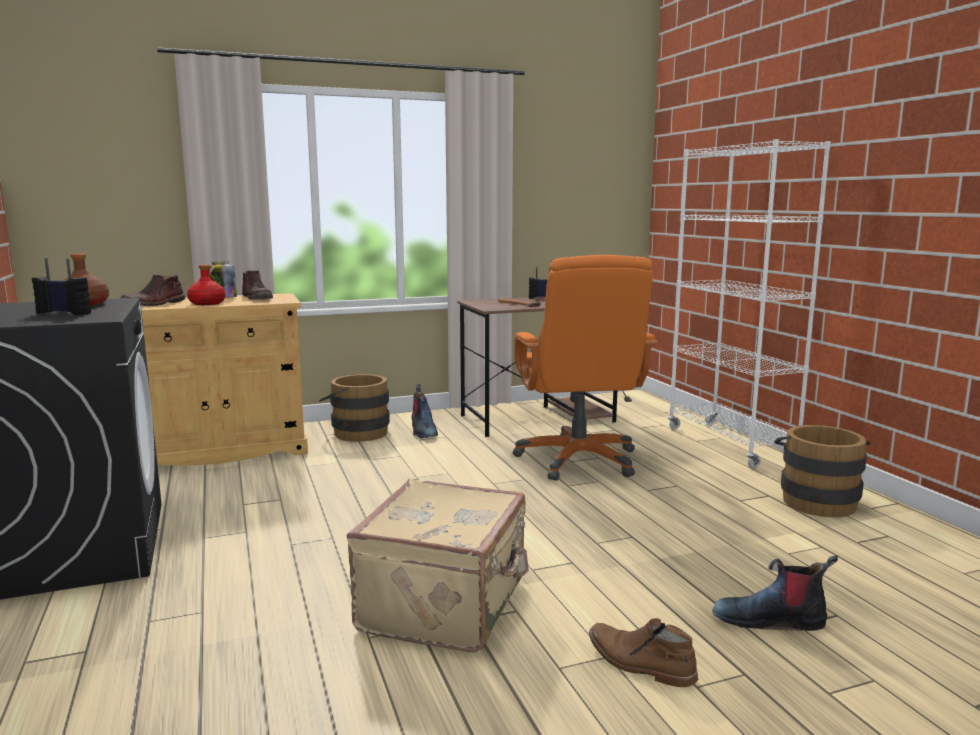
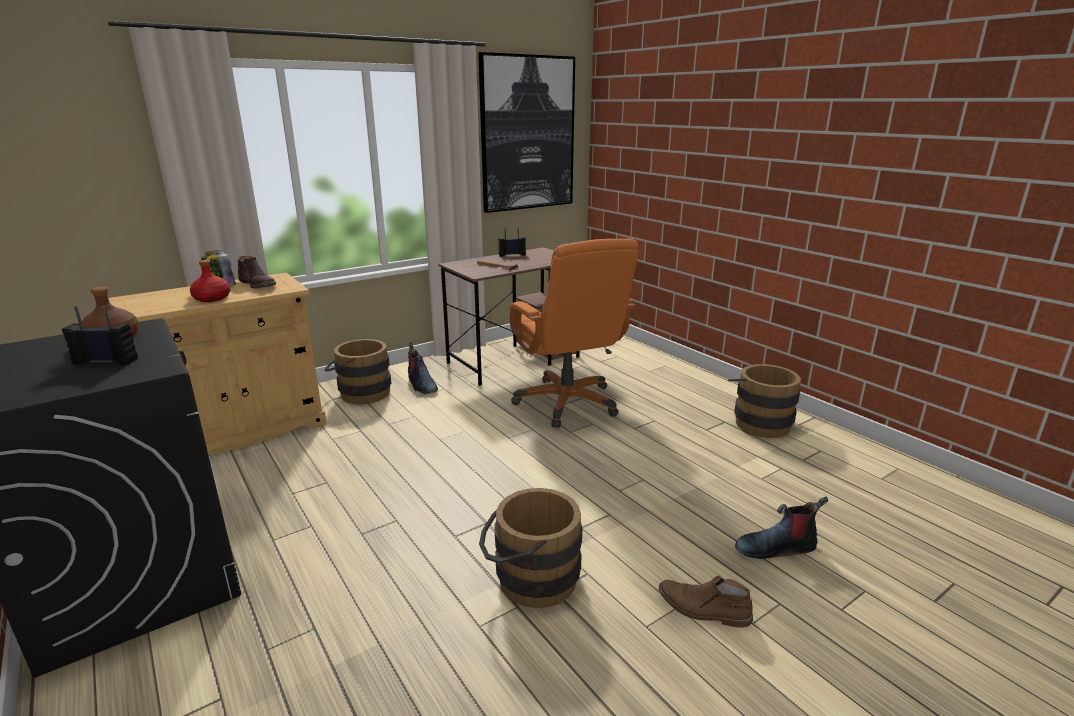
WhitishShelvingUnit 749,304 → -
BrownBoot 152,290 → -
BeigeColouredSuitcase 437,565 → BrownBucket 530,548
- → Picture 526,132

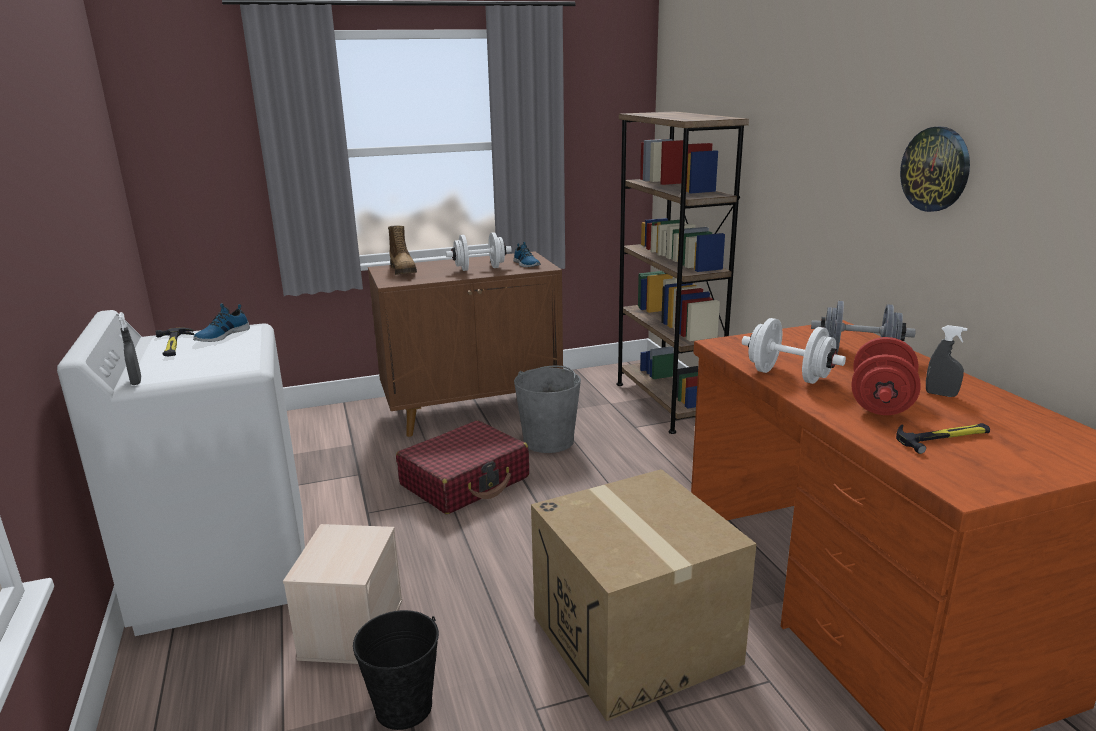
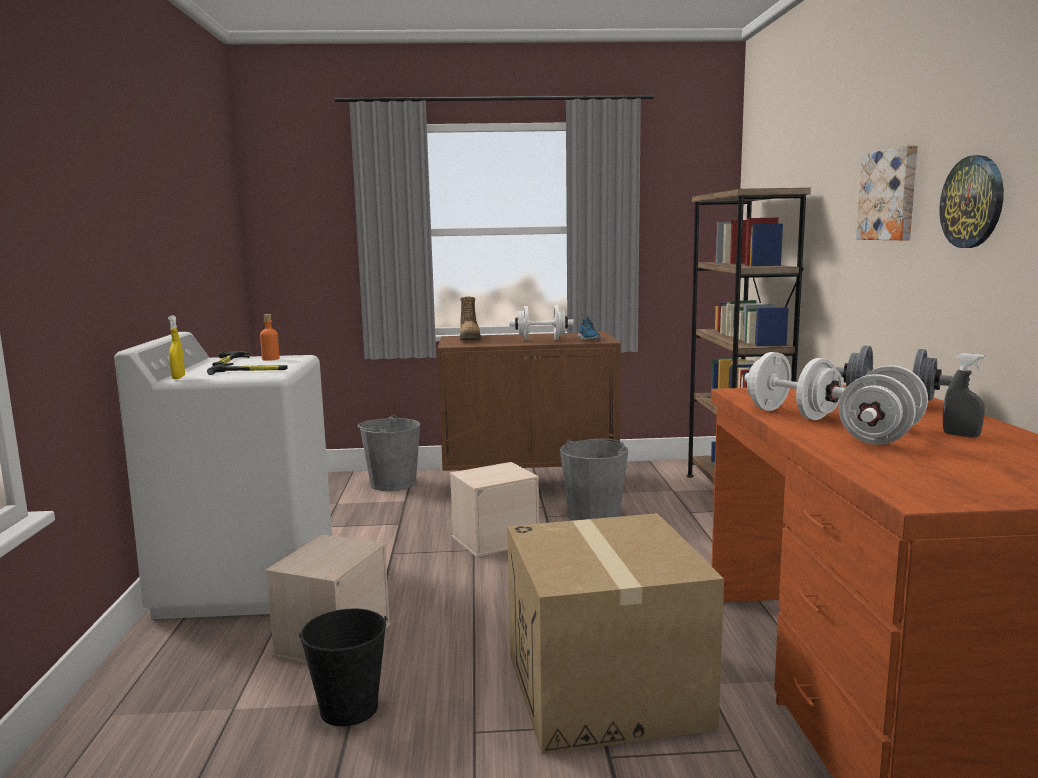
LowShoe 221,323 → OrangeyDrinkBottle 270,337
GreyHandSprayer 129,348 → YellowHandSprayer 176,347
ReddishDumbbell 886,376 → WhitishDumbbell 883,405
ReddishSuitcase 462,467 → BeigeColouredStorageContainer 494,509
HandHammer 943,438 → HandHammer 247,369, relocated
- → Picture 887,192
- → GreyBucket 389,453

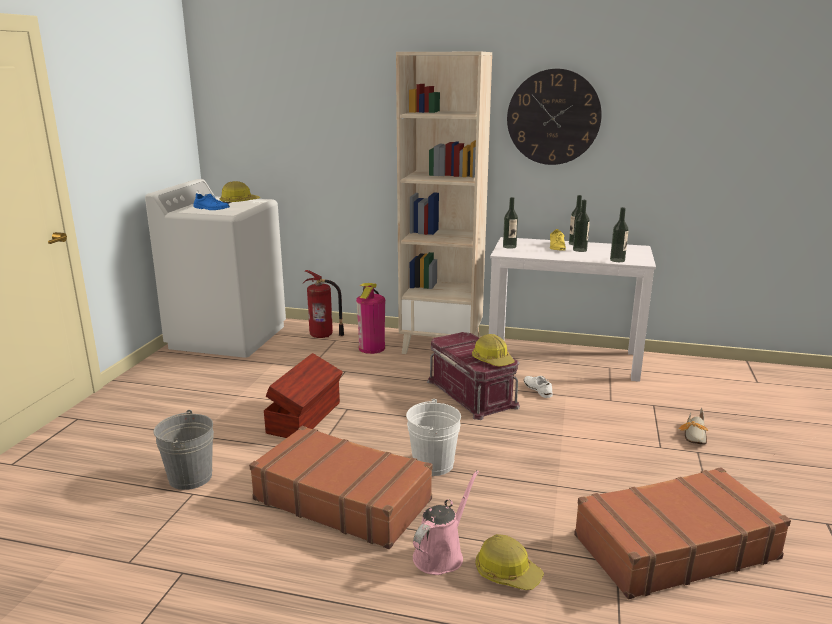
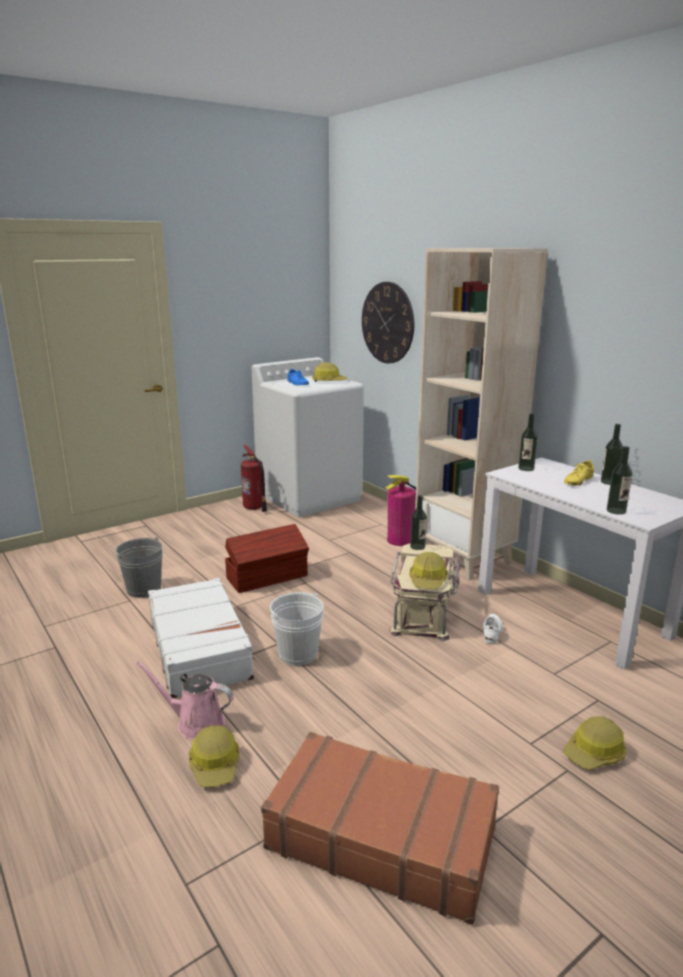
WallClock 554,117 → WallClock 388,323, relocated
DrinkBottle 581,226 → DrinkBottle 418,522, relocated
FireExtinguisher 323,304 → FireExtinguisher 254,478, relocated
ReddishStorageContainer 473,376 → BeigeColouredStorageContainer 424,592
LowShoe 693,426 → HardHat 594,743
BrownSuitcase 341,487 → WhitishSuitcase 202,638
PinkishWateringPot 446,522 → PinkishWateringPot 185,701, 150 degrees counterclockwise

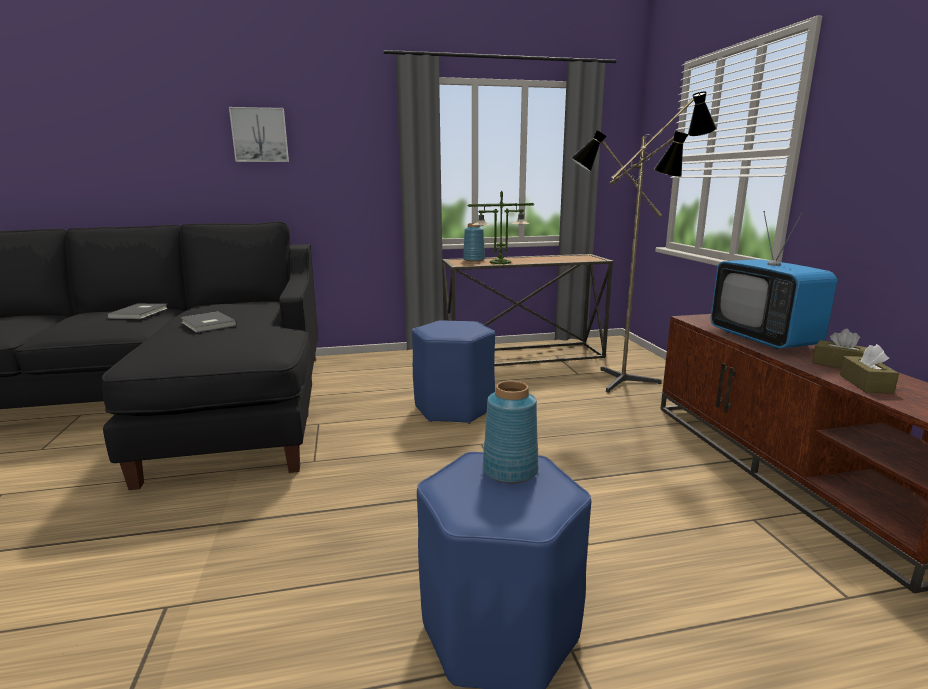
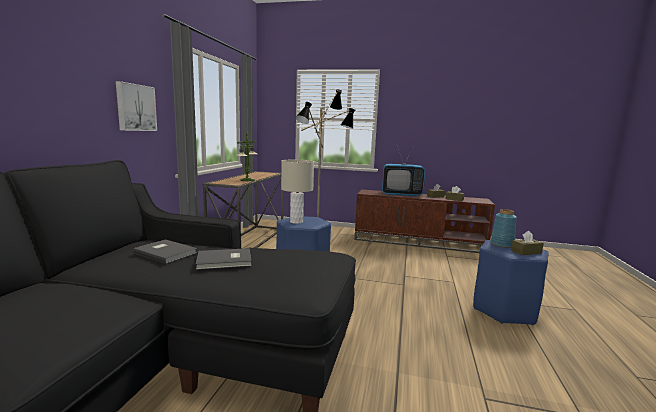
Picture 259,134 → Picture 136,106, relocated
BlueColouredVase 474,242 → -
GreyVolume 137,311 → GreyVolume 165,252, relocated
- → BeigeColouredTabletopLamp 297,192
- → BrownTissueHolder 527,243

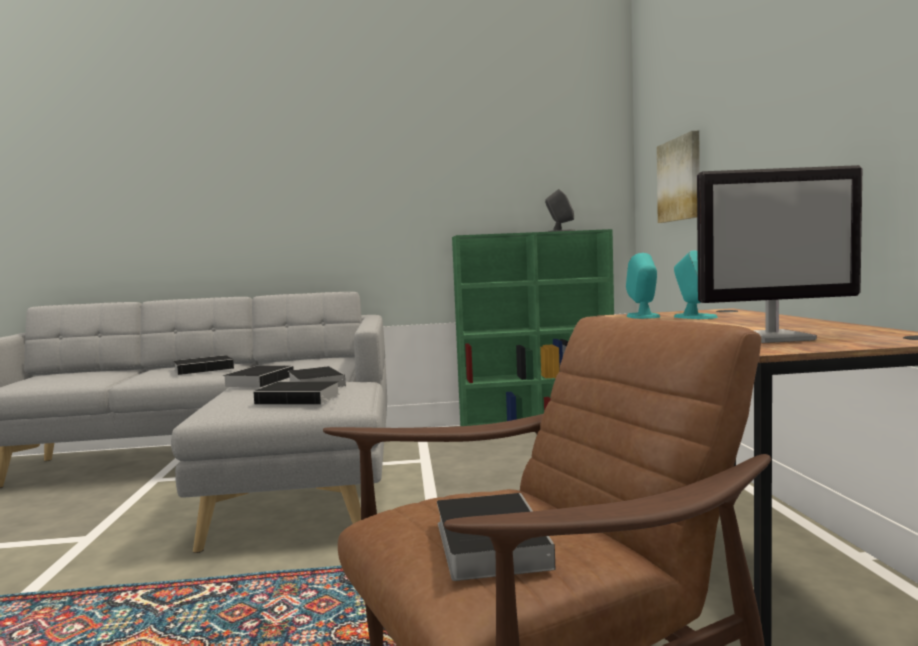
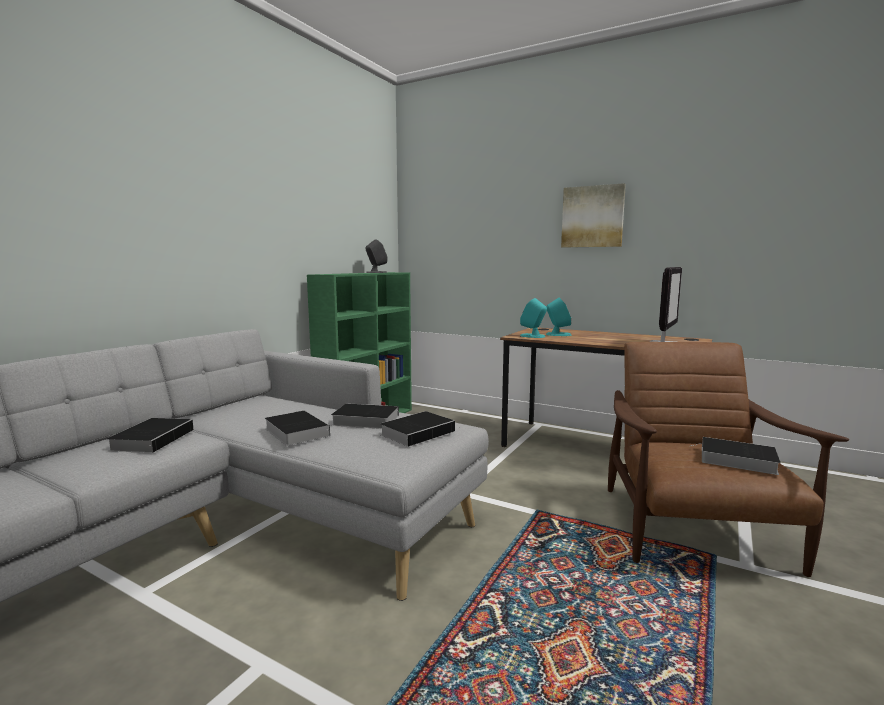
Picture 678,177 → Picture 593,215, relocated

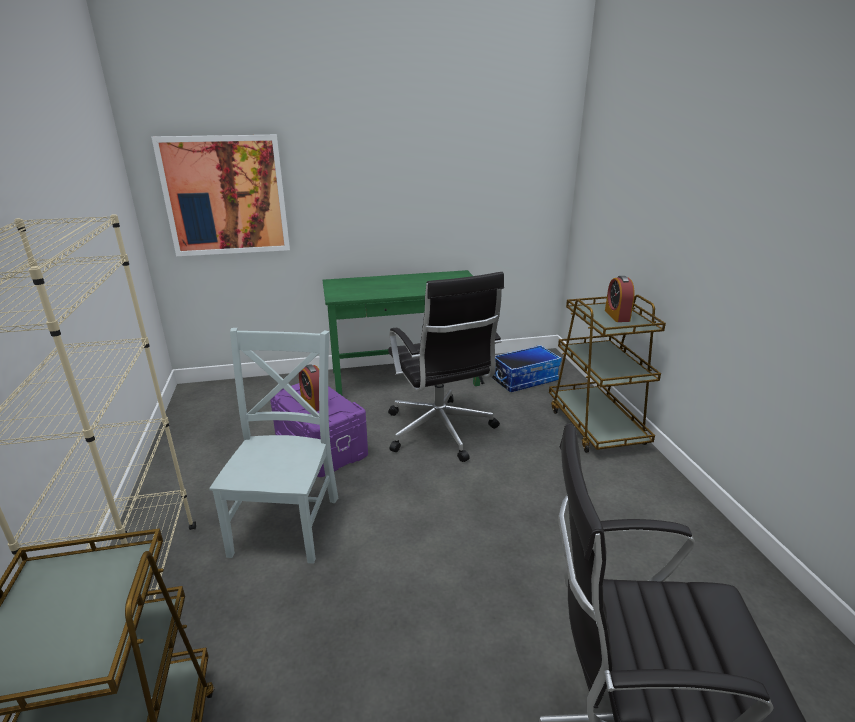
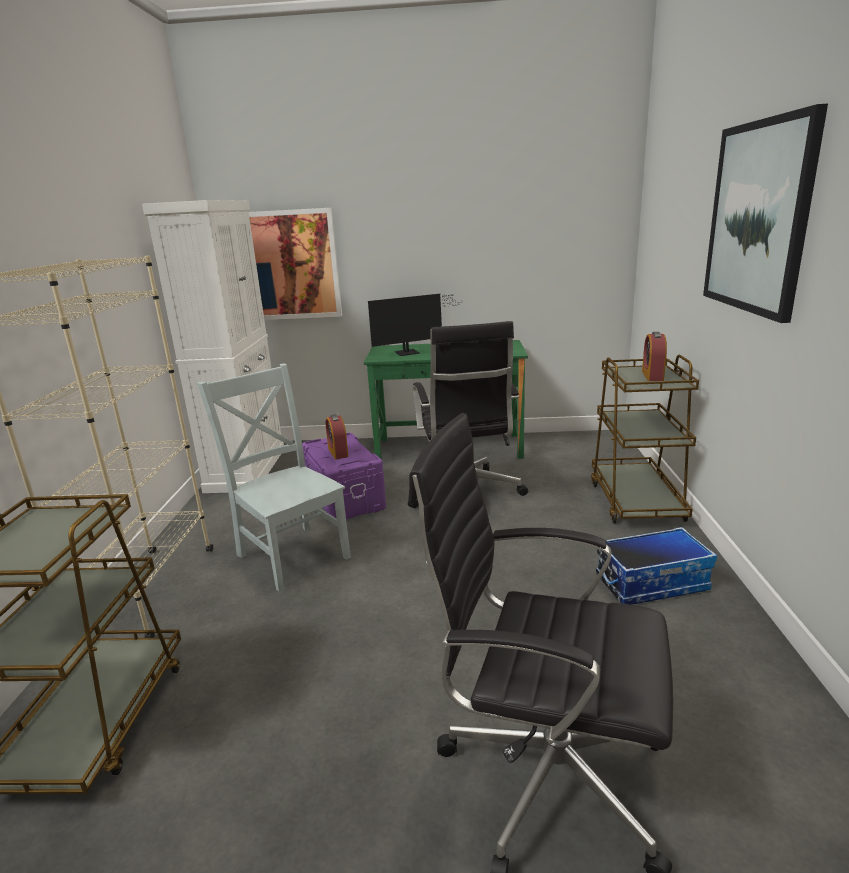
GreyChair 273,446 → GreyChair 274,477, 60 degrees counterclockwise
StorageContainer 527,368 → StorageContainer 656,566, relocated
- → Picture 765,213
- → WhitishStorageCabinet 213,346
- → ComputerDisplay 415,325

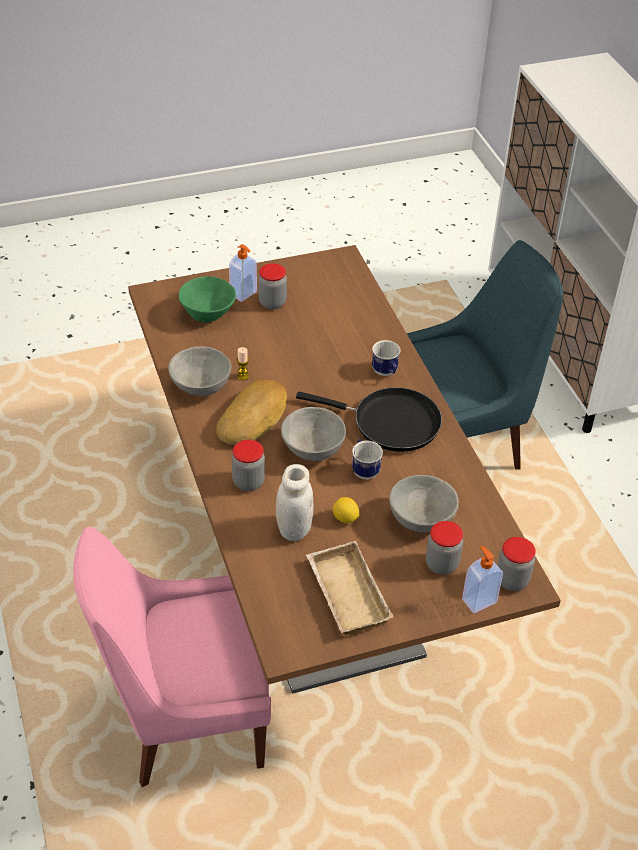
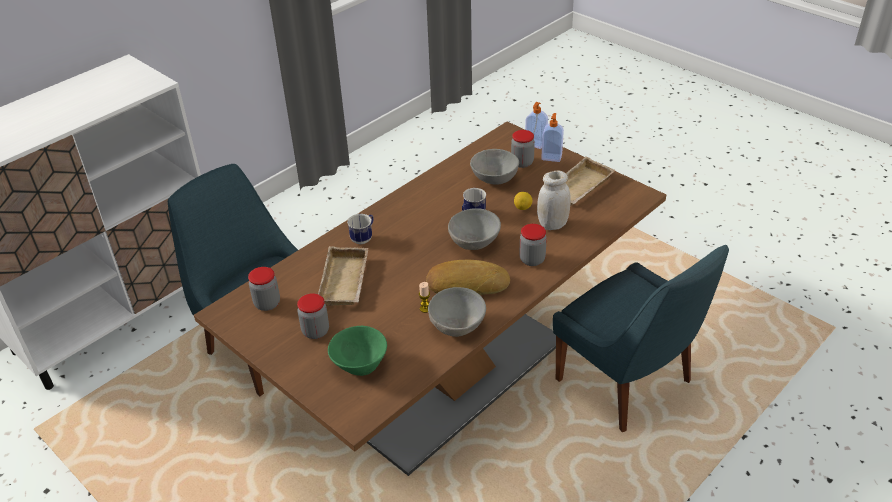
LiquidSoapBottle 243,273 → LiquidSoapBottle 552,137, relocated
BlackColouredPan 369,419 → -
PinkishChair 172,656 → BlueColouredChair 641,338
Jar 516,564 → Jar 264,289, relocated
- → BeigeColouredServingTray 343,276

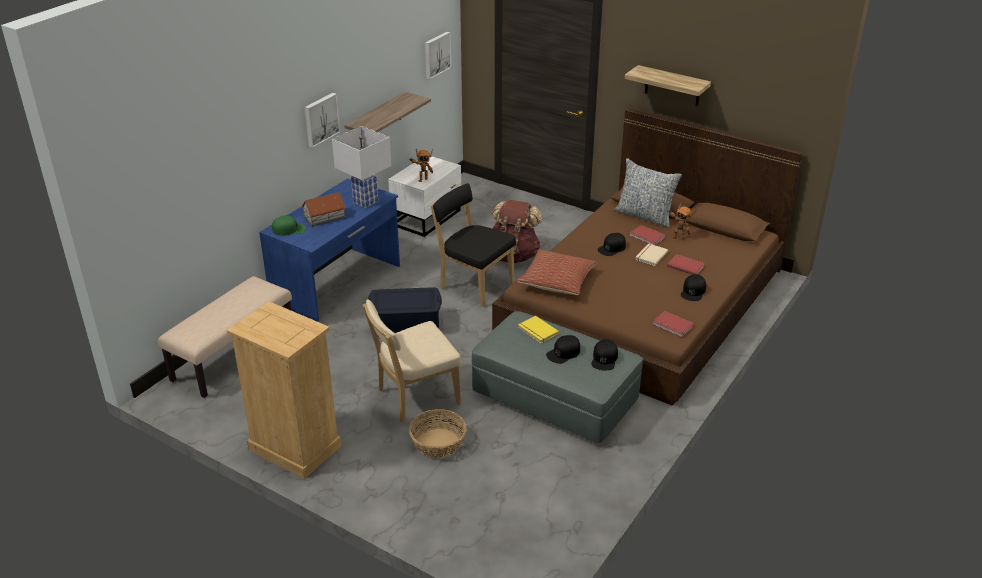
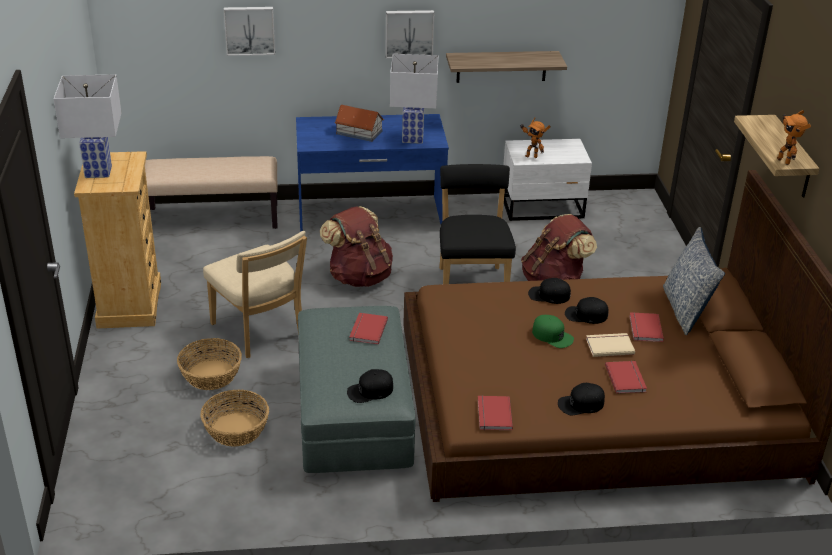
Picture 438,56 → Picture 249,31, relocated
RobotFigure 682,221 → RobotFigure 794,137, relocated
GreenColouredPeakedCap 289,226 → GreenColouredPeakedCap 553,331, relocated
ThrowPillow 557,272 → -
BlueColouredStorageContainer 405,312 → BrownBackpack 356,246
BeigeColouredChair 412,361 → BeigeColouredChair 255,294, 150 degrees counterclockwise
YellowVolume 538,329 → ReddishVolume 368,328
BlackColouredPeakedCap 563,349 → BlackColouredPeakedCap 549,291, relocated
- → WhitishTabletopLamp 87,126
- → Basket 234,418

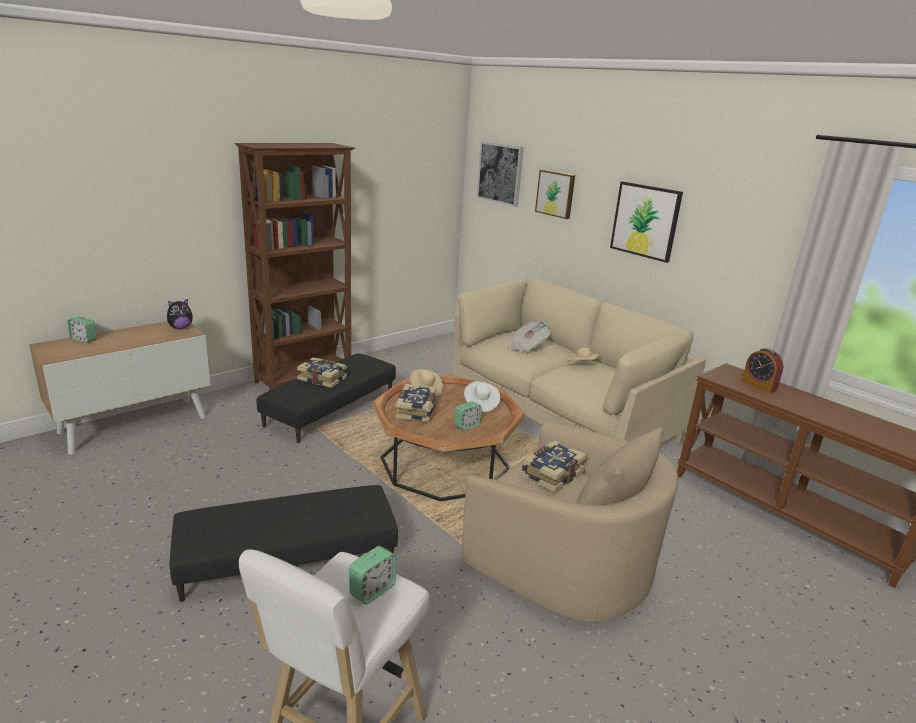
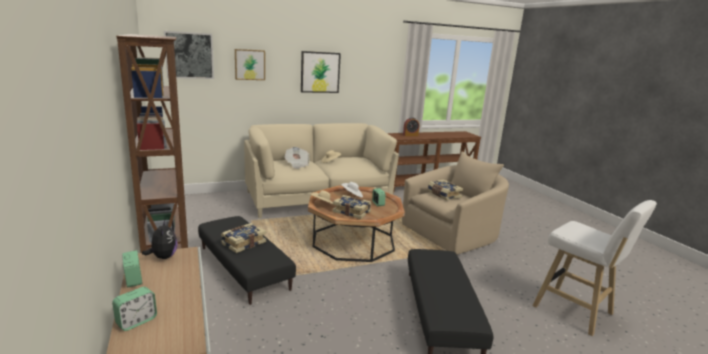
TableClock 372,575 → TableClock 132,269, relocated

